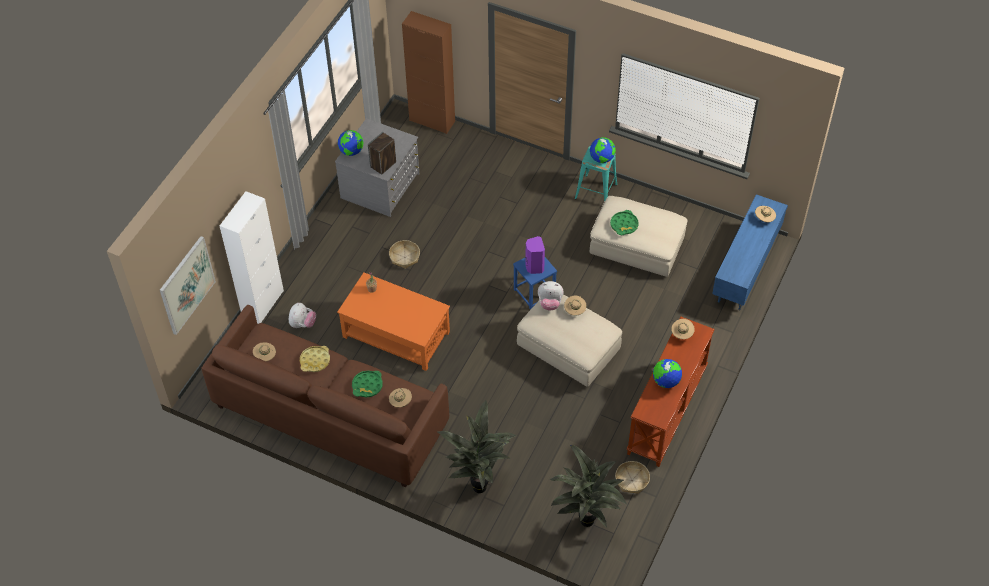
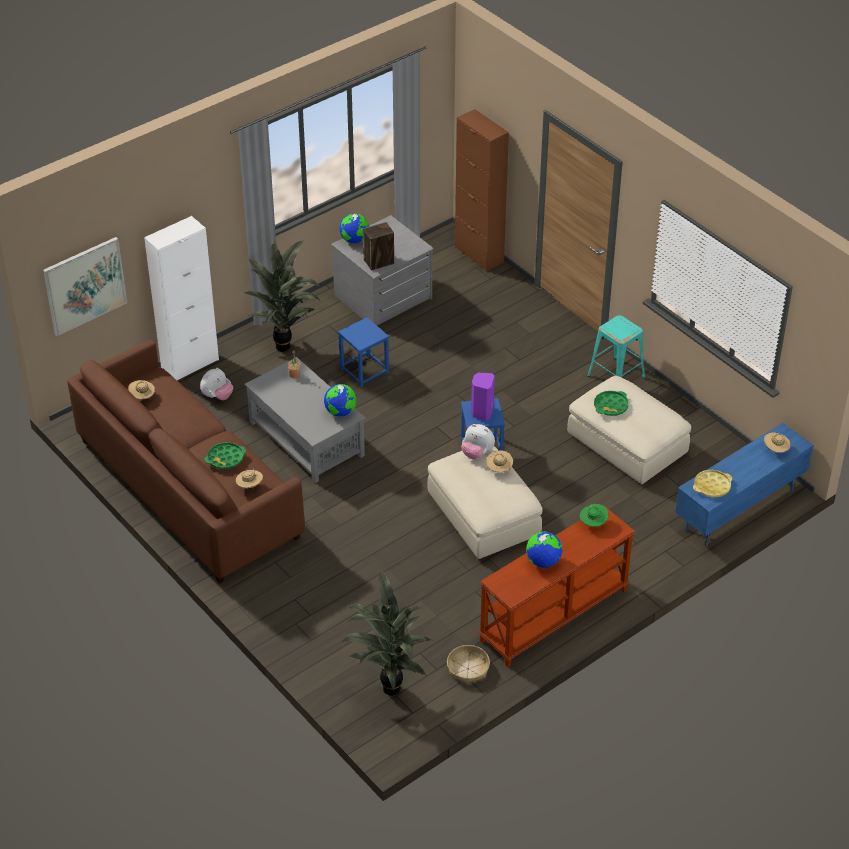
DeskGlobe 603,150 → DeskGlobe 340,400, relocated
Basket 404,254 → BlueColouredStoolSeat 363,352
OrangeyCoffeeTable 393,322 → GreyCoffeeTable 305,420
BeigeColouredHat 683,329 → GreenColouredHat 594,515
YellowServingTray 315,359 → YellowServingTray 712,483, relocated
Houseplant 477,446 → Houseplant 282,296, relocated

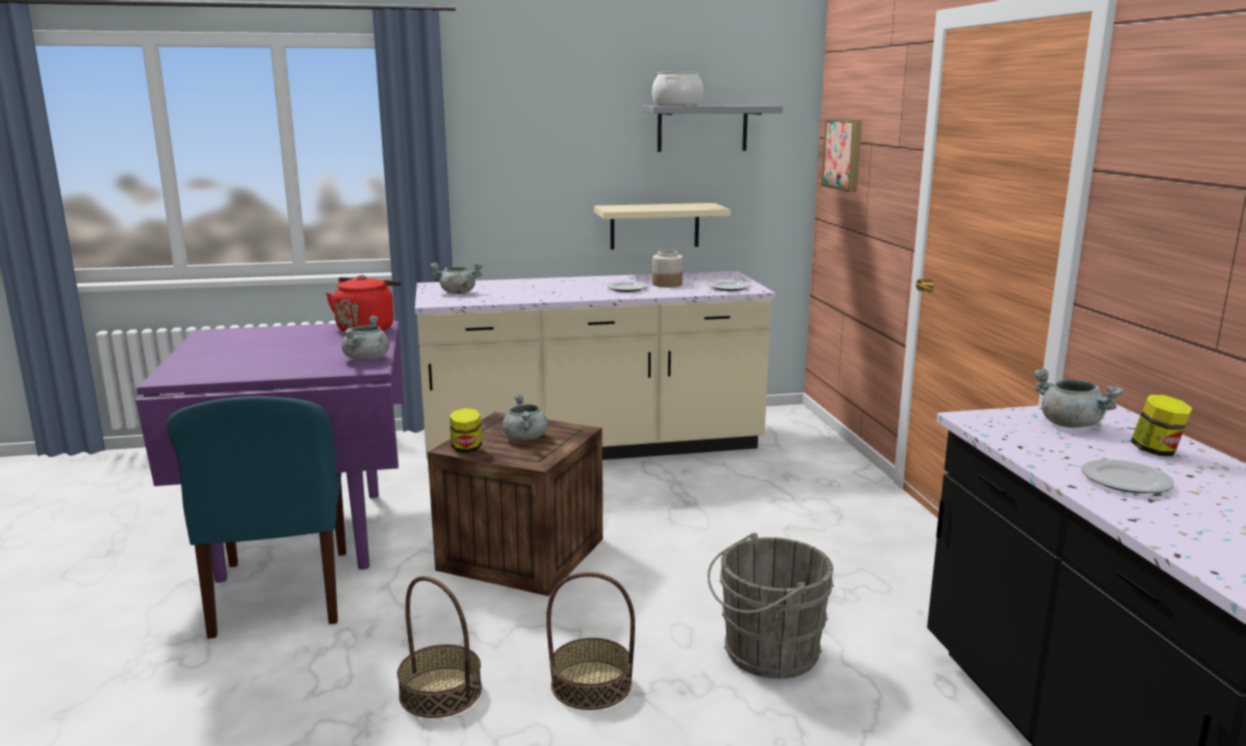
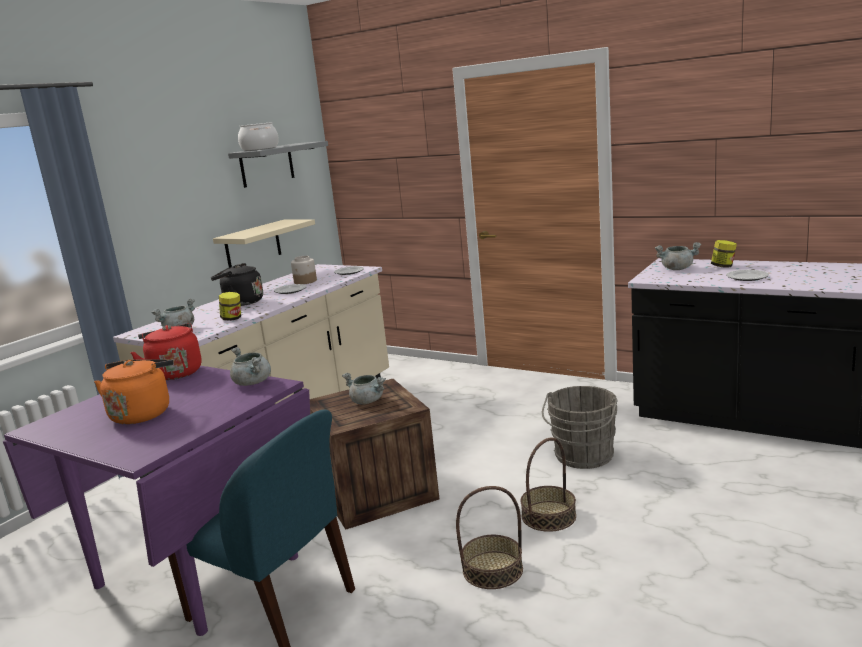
Picture 842,155 → -
Jar 465,430 → Jar 230,306, relocated
- → BlackColouredKettle 237,284
- → OrangeyKettle 133,391

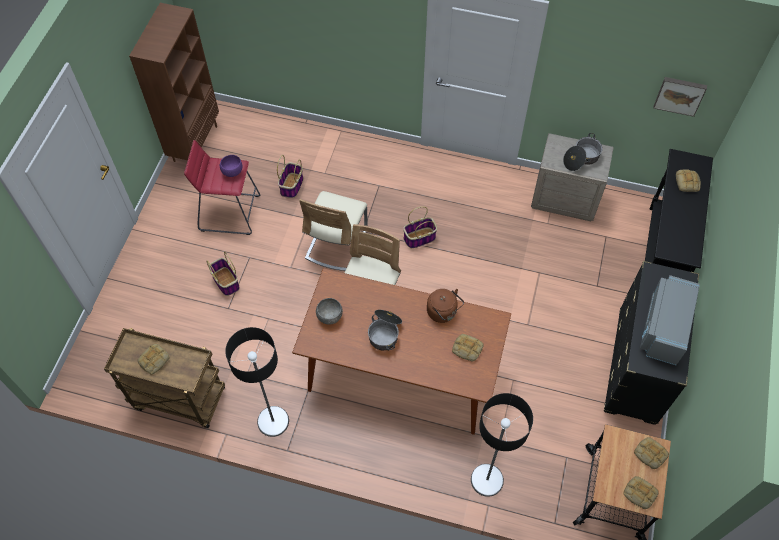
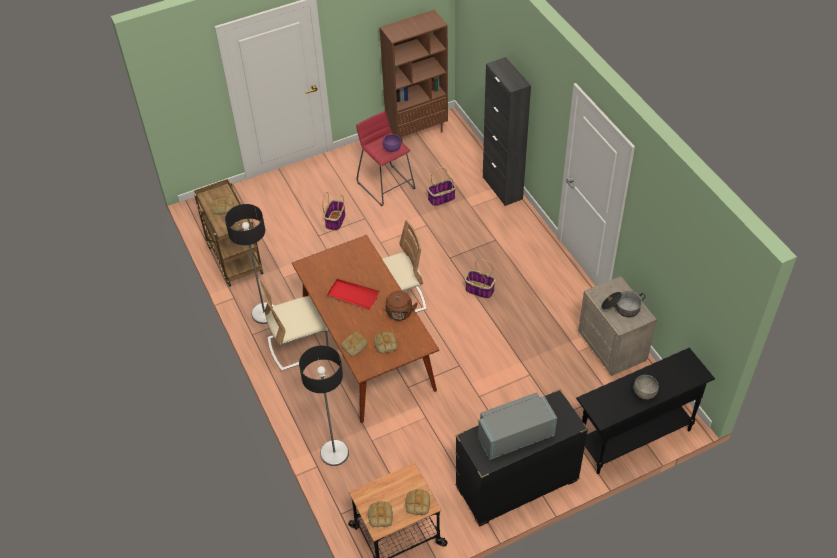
Picture 680,97 → -
BakeryBread 688,181 → BakeryBread 354,344, relocated
BeigeColouredChair 333,231 → BeigeColouredChair 293,325, relocated
GreyBowl 329,311 → GreyBowl 646,387, relocated
Saucepot 385,330 → ReddishServingTray 353,294
- → BlackColouredStorageCabinet 507,131

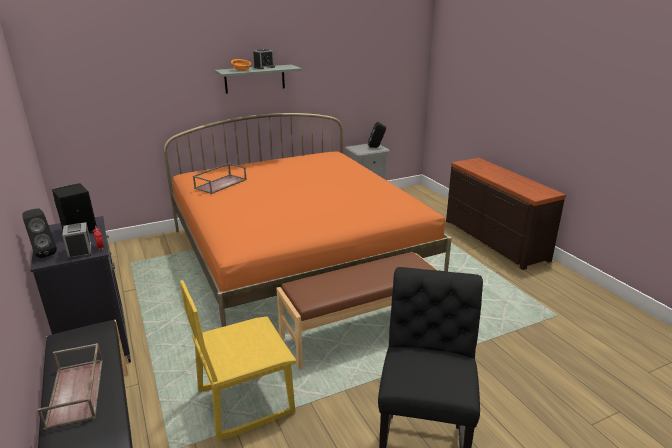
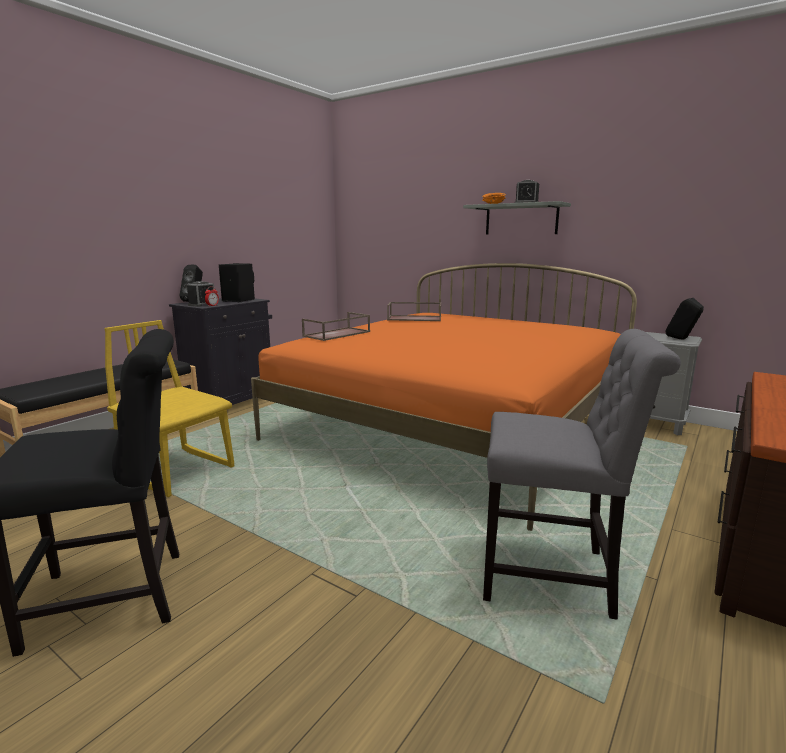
BrownLongSeat 357,310 → -
BrownServingTray 70,386 → BrownServingTray 336,326, relocated
- → GreyChair 582,474

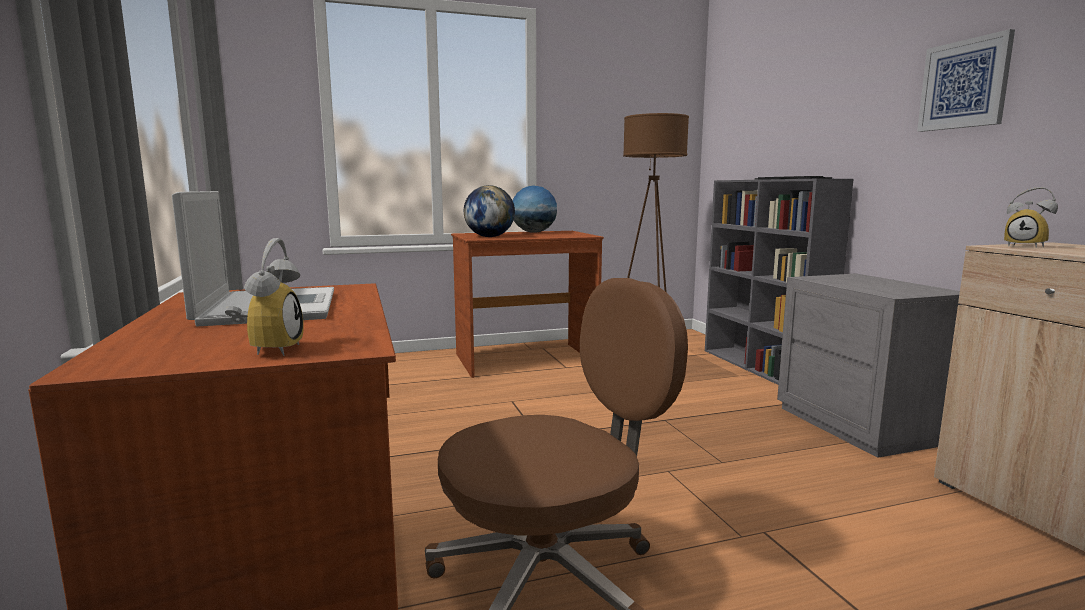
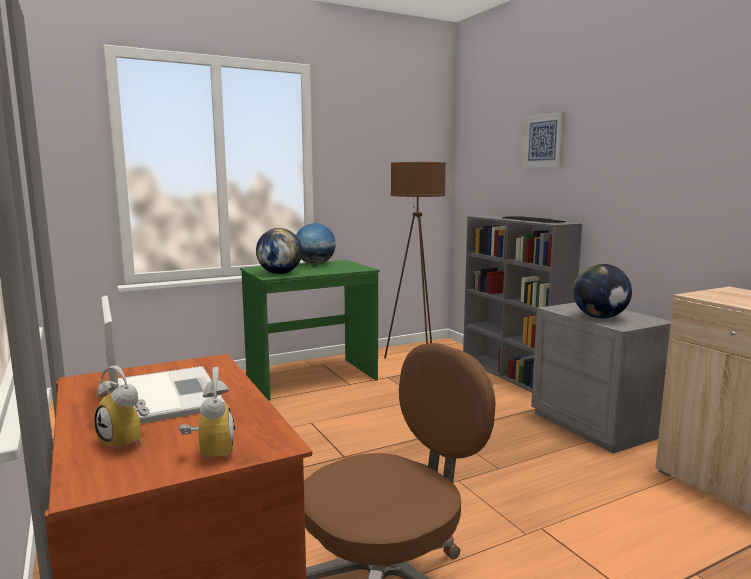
Picture 966,80 → Picture 543,139, relocated
TableClock 1031,217 → TableClock 122,409, relocated
BrownDeskUnit 527,304 → GreenColouredDeskUnit 310,330
- → DeskGlobe 602,291

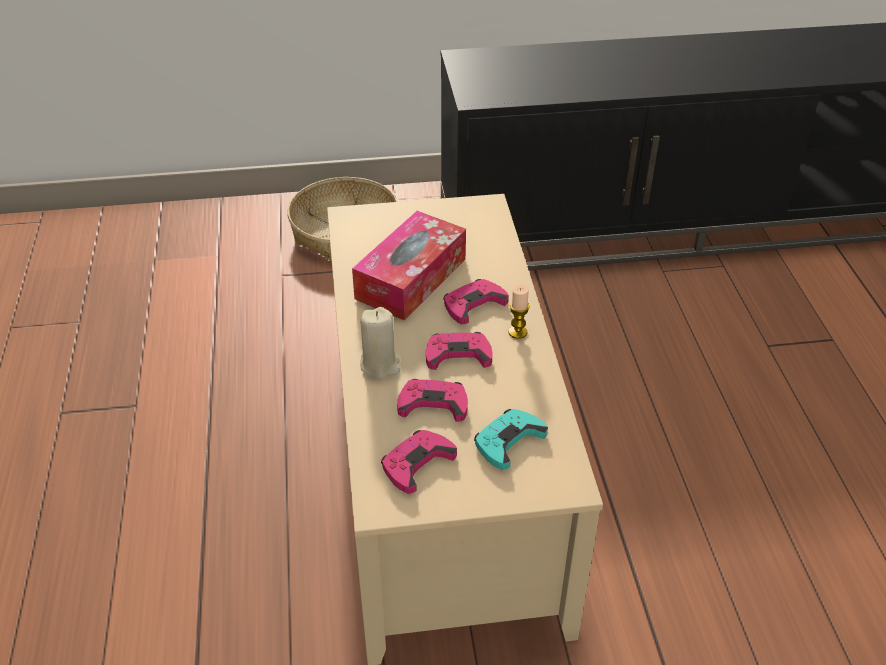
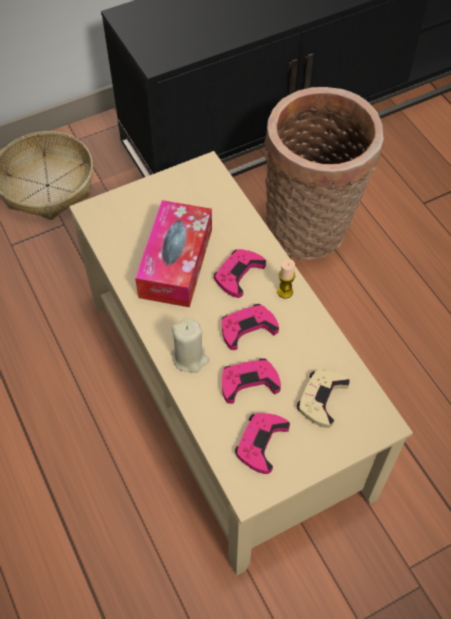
TurquoiseGameController 511,439 → BeigeColouredGameController 323,399
- → Basket 324,173

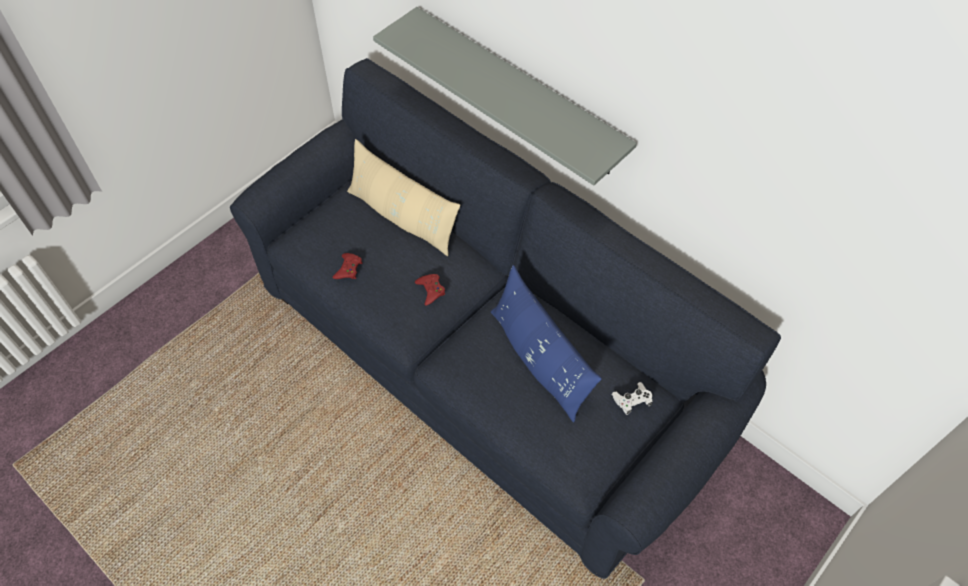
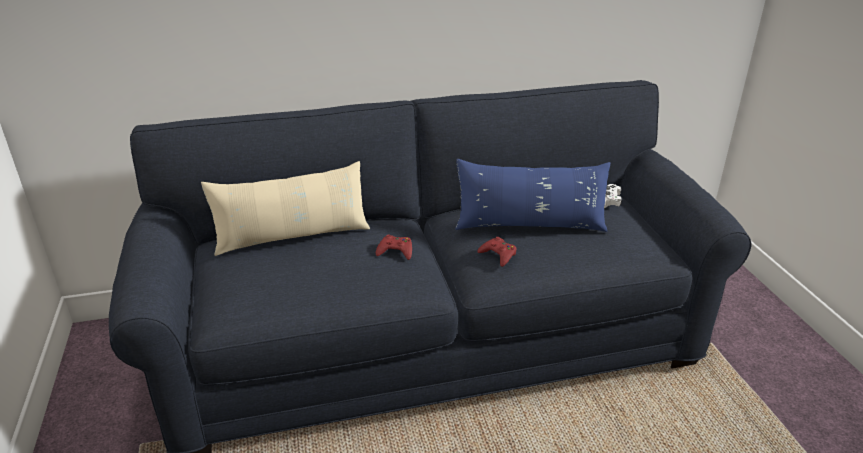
GreyShelf 505,96 → -
ReddishGameController 347,266 → ReddishGameController 497,252, relocated

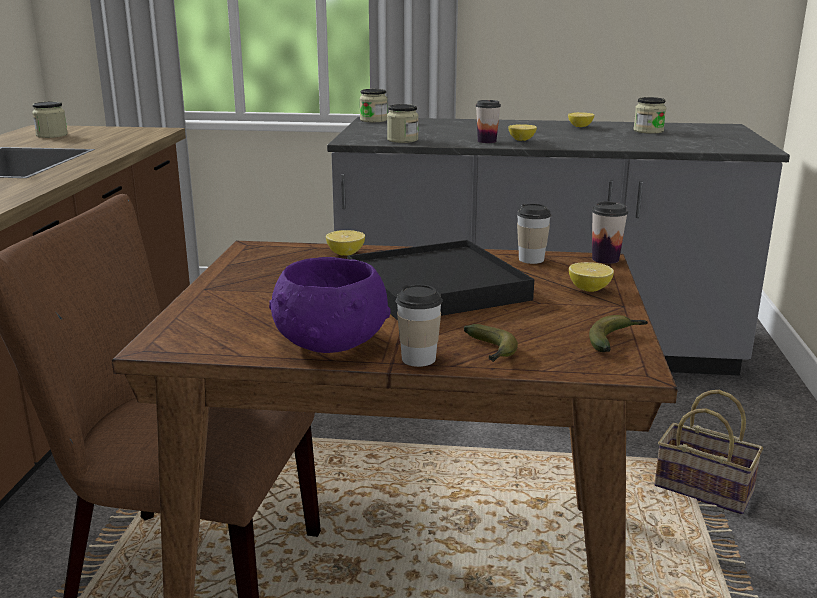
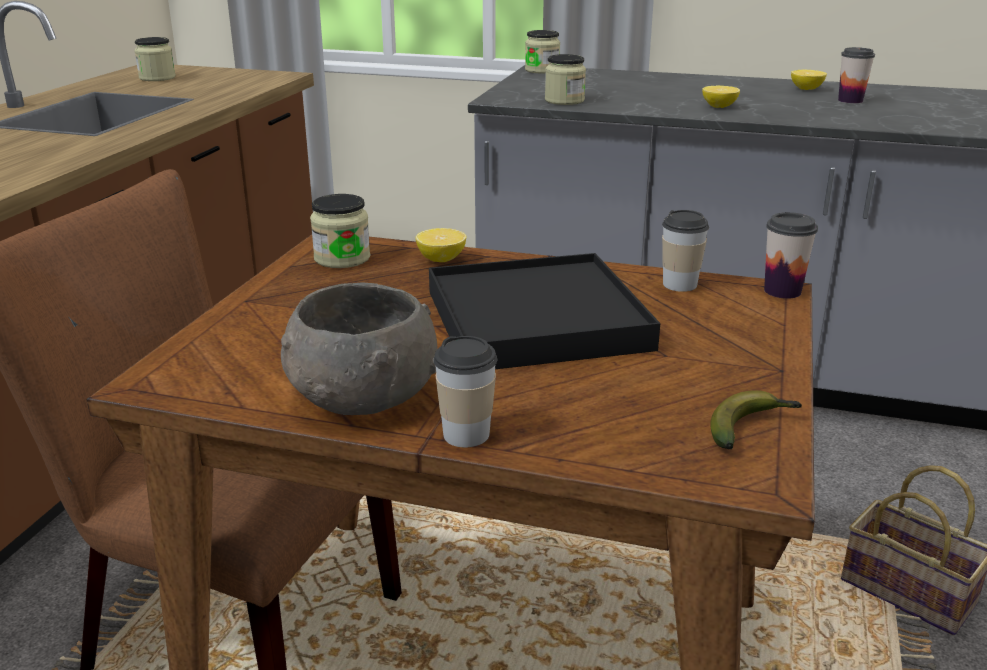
Jar 649,115 → Jar 340,231, relocated
DrinkingCup 488,121 → DrinkingCup 856,75, relocated
PurplishBowl 329,305 → GreyBowl 359,348
CitrusFruit 591,277 → -
WholeBanana 491,343 → -

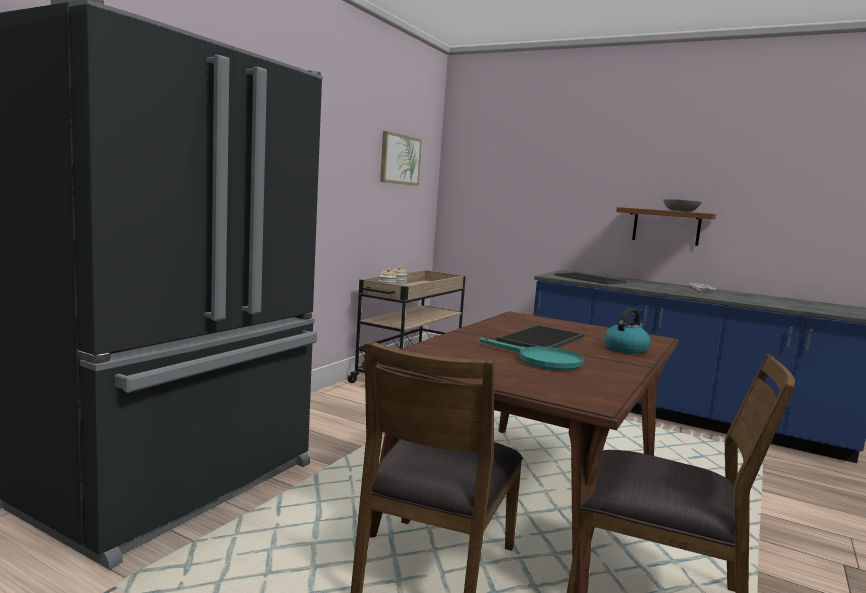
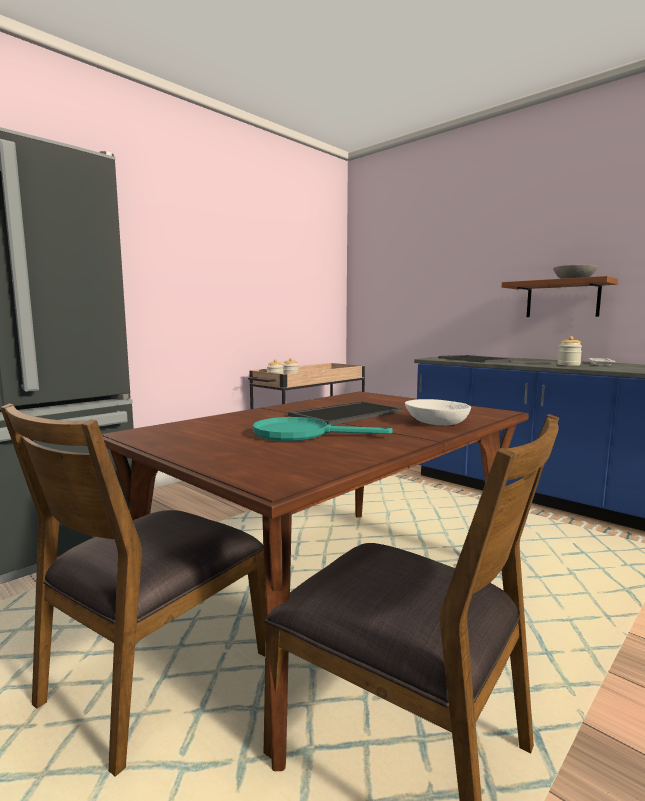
Picture 401,158 → -
Kettle 627,331 → WhitishBowl 438,412
TurquoisePan 532,354 → TurquoisePan 323,429, 135 degrees clockwise
- → Jar 569,351

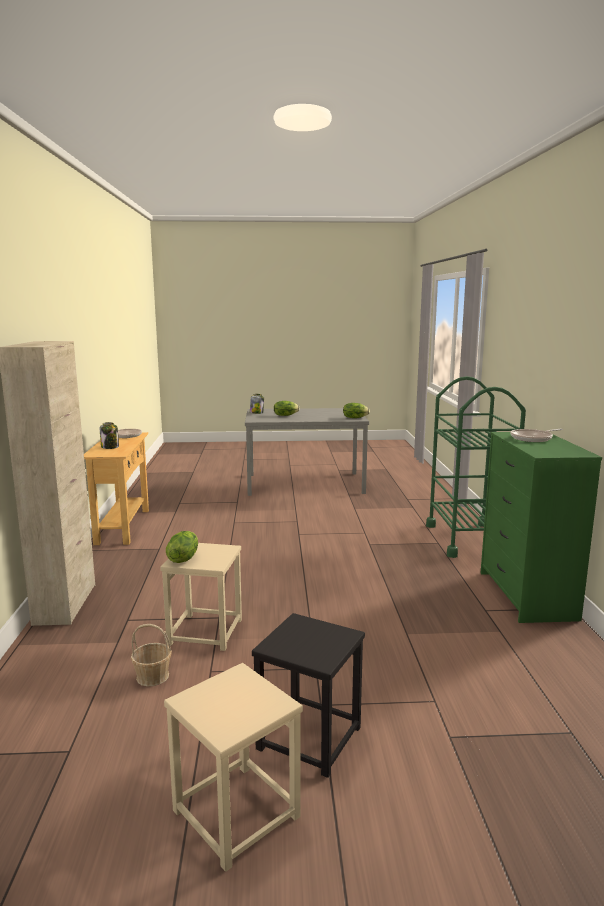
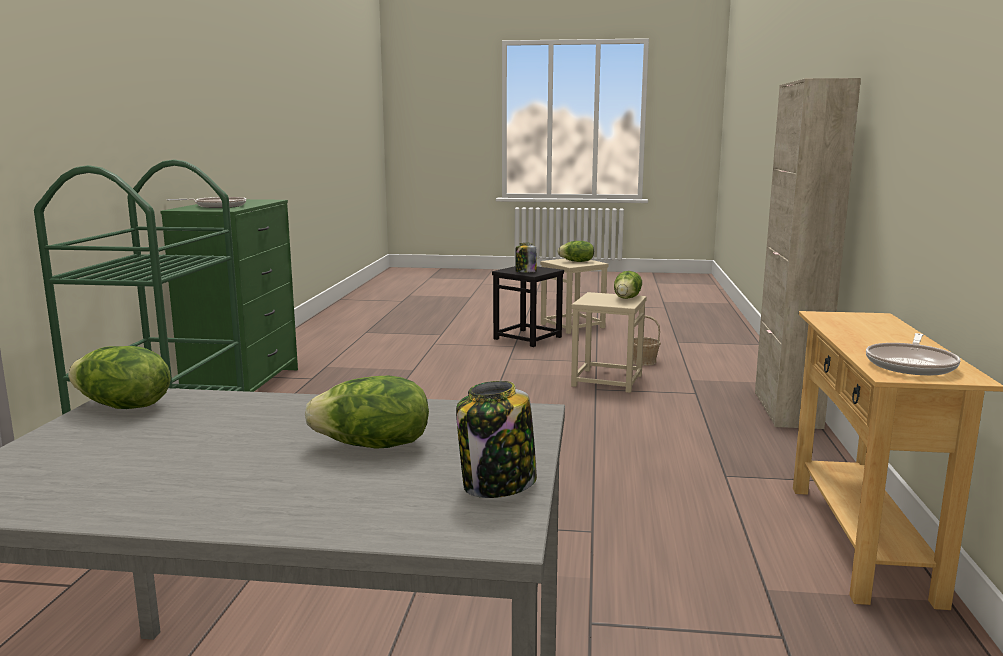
Jar 109,435 → Jar 526,258, relocated
- → HeadOfLettuce 576,251

